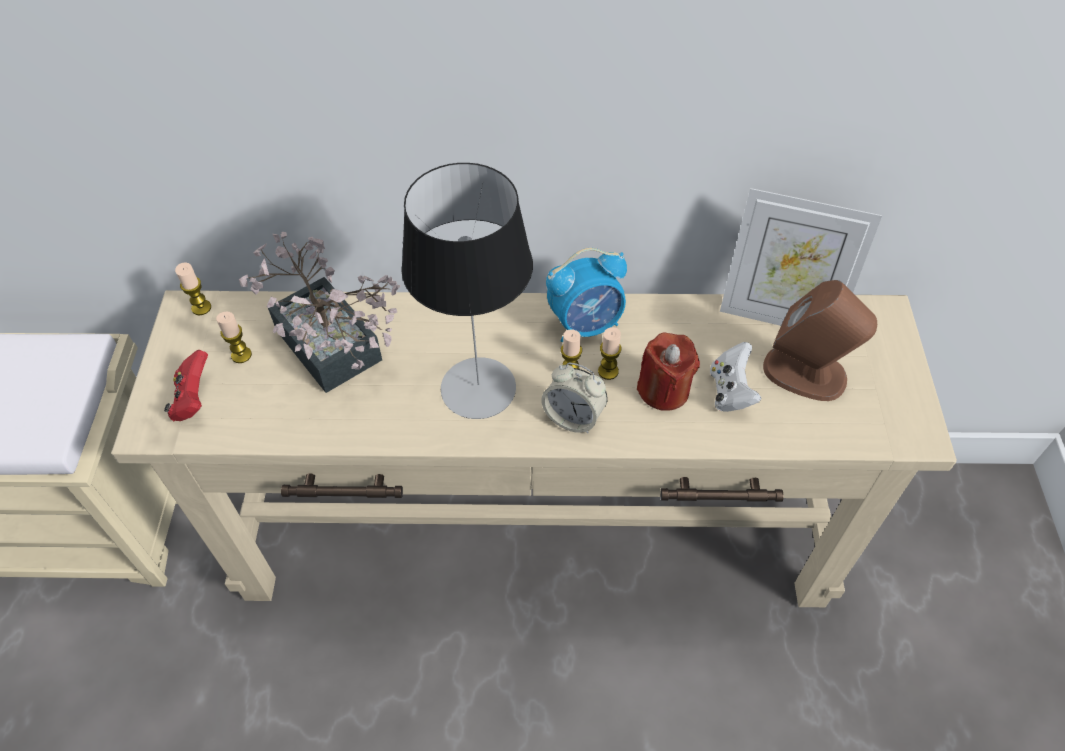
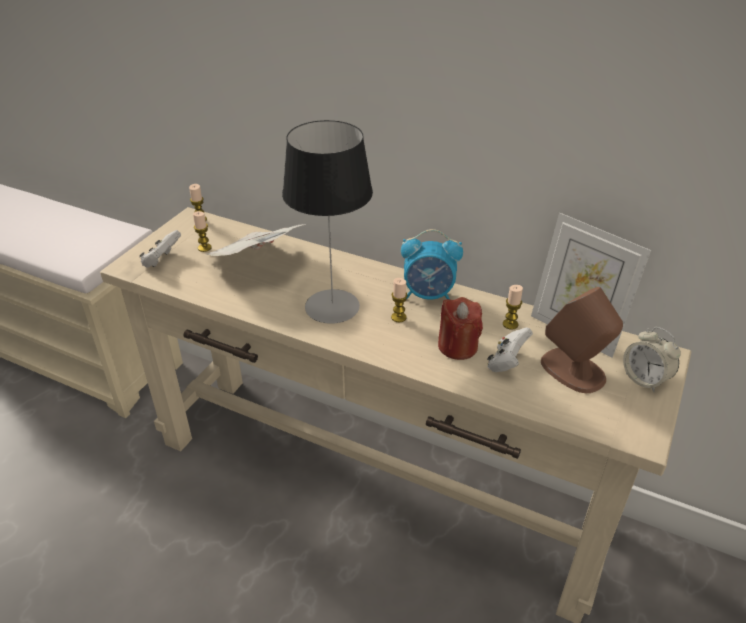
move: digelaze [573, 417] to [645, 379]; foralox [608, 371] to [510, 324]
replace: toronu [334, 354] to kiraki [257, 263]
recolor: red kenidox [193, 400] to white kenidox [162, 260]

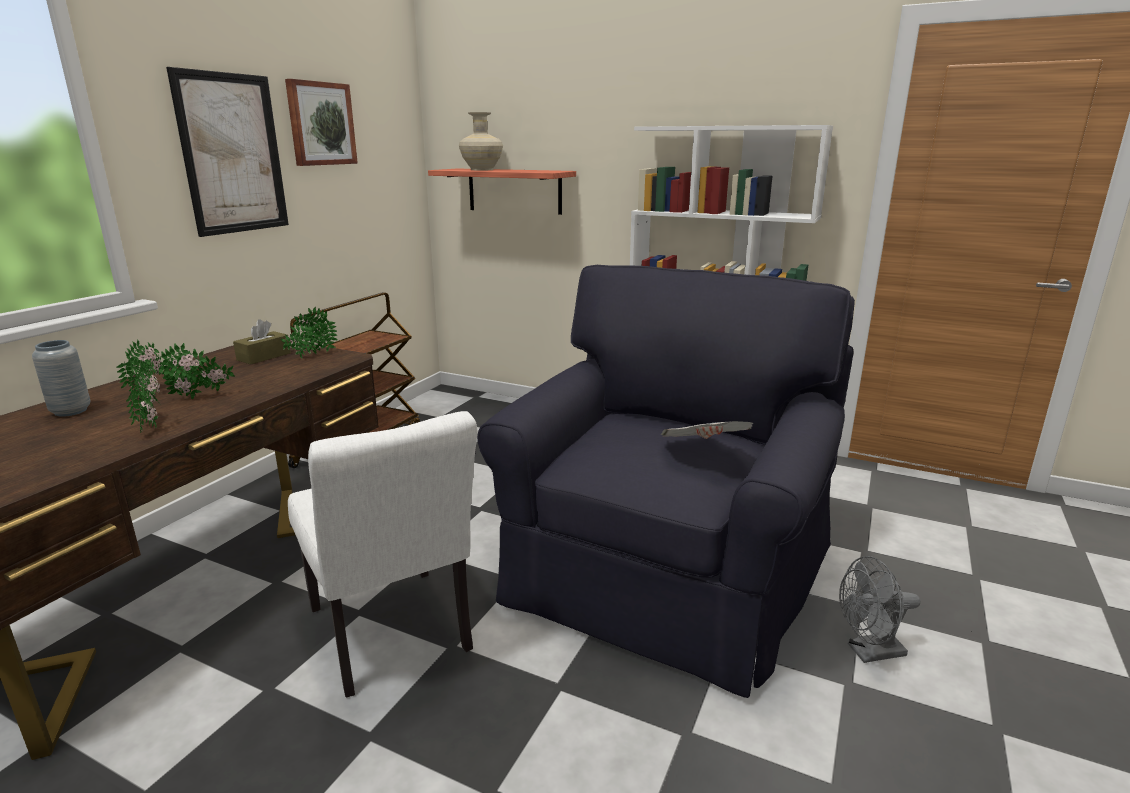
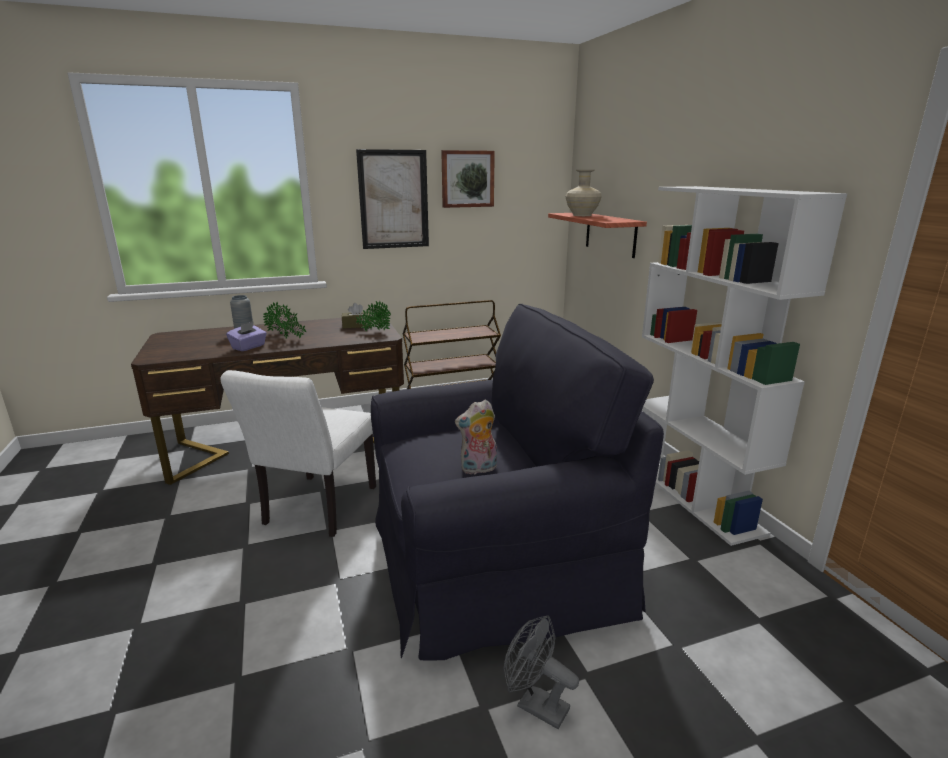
replace: toronu [151, 426] to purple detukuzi [249, 347]; kiraki [703, 453] to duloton [478, 469]

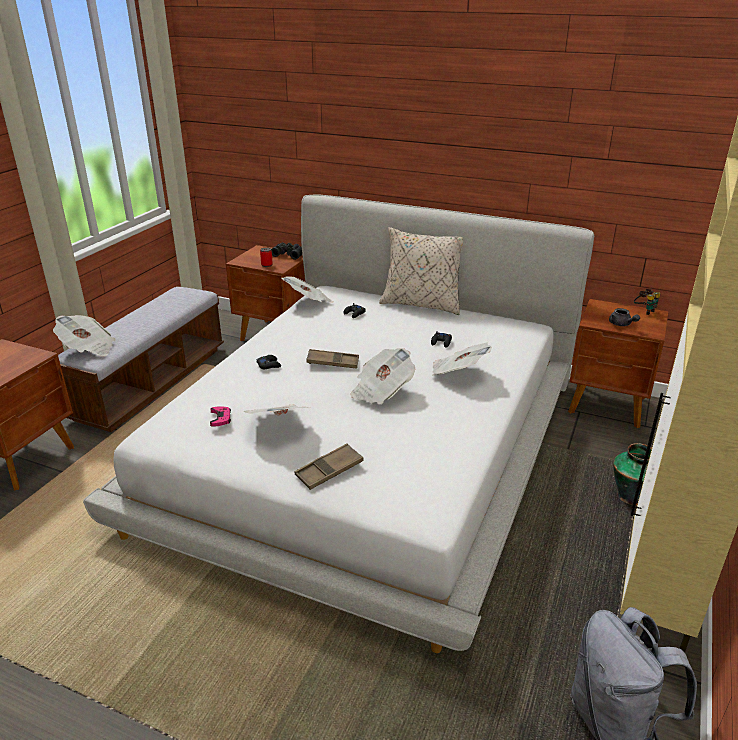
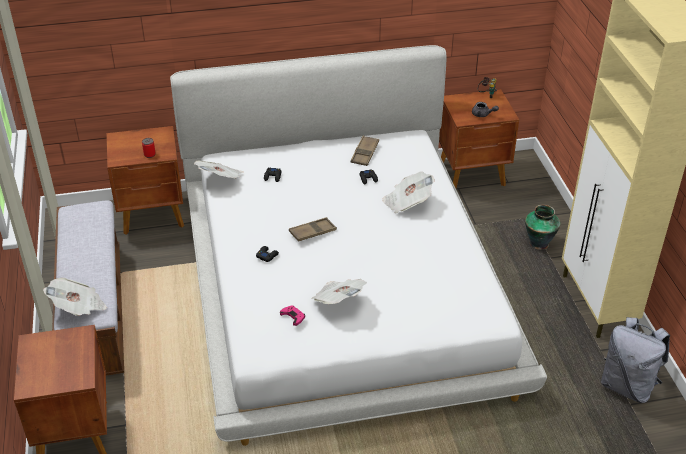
delete: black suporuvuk [289, 254]; kiraki [381, 391]; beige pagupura [422, 304]
move: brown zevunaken [329, 470] to [365, 153]

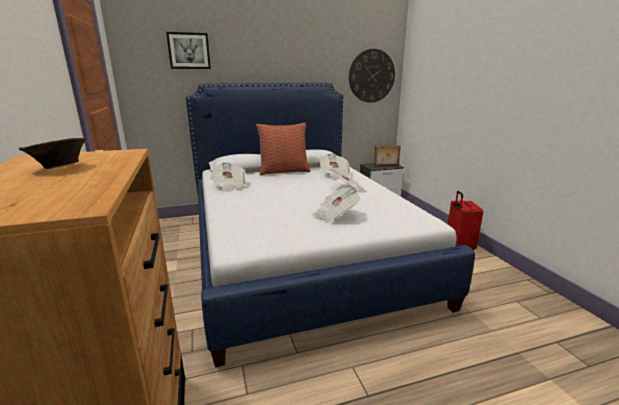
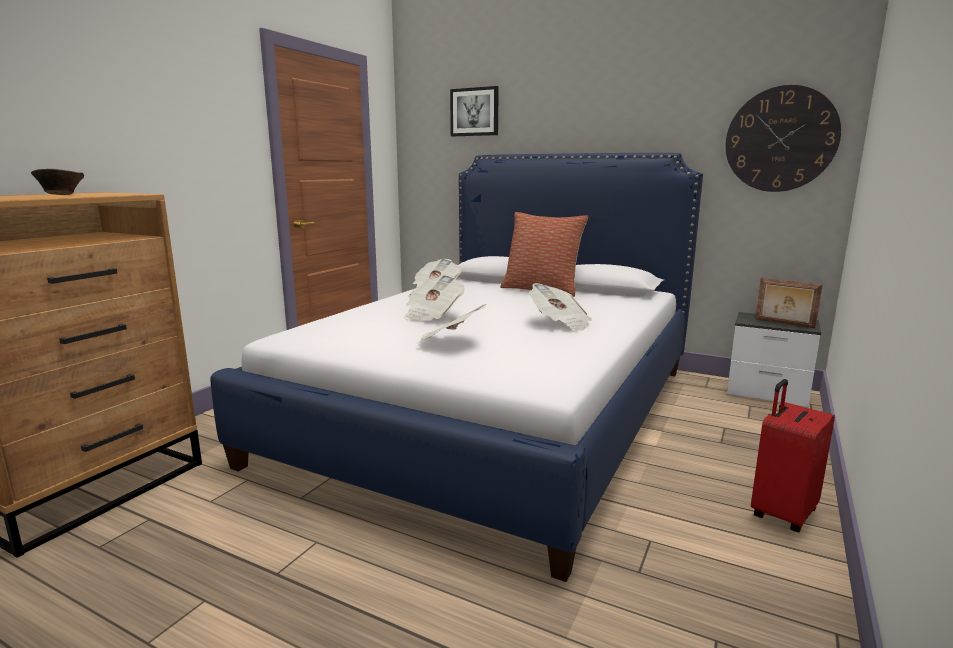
move: kiraki [334, 175] to [432, 314]

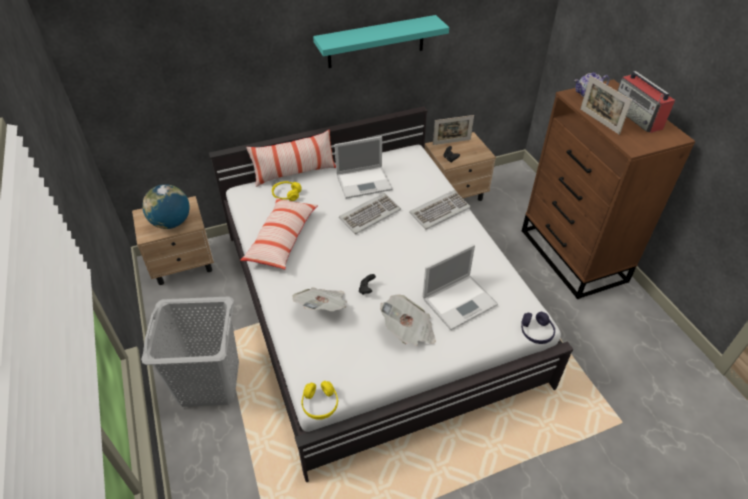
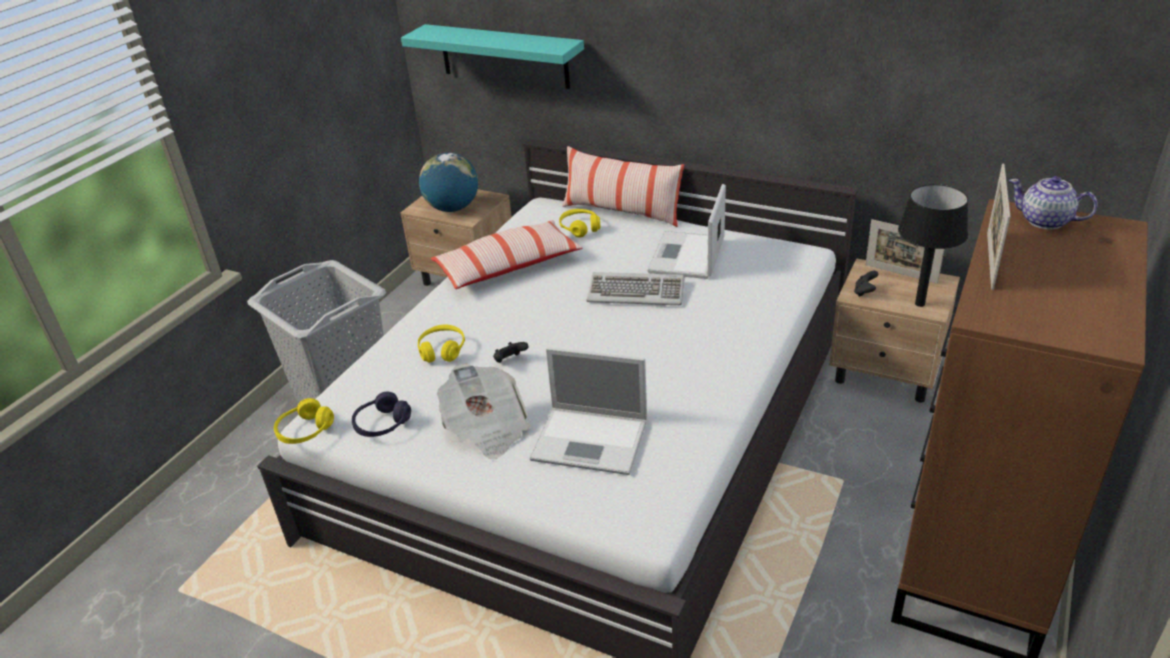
delete: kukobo [439, 211]; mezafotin [637, 117]
insert: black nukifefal [919, 304]
move: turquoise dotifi [376, 42] to [504, 56]; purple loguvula [536, 332] to [382, 424]
replace: kiraki [323, 308] to yellow loguvula [442, 350]
rotate: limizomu [365, 182] = [687, 257] 75 degrees clockwise

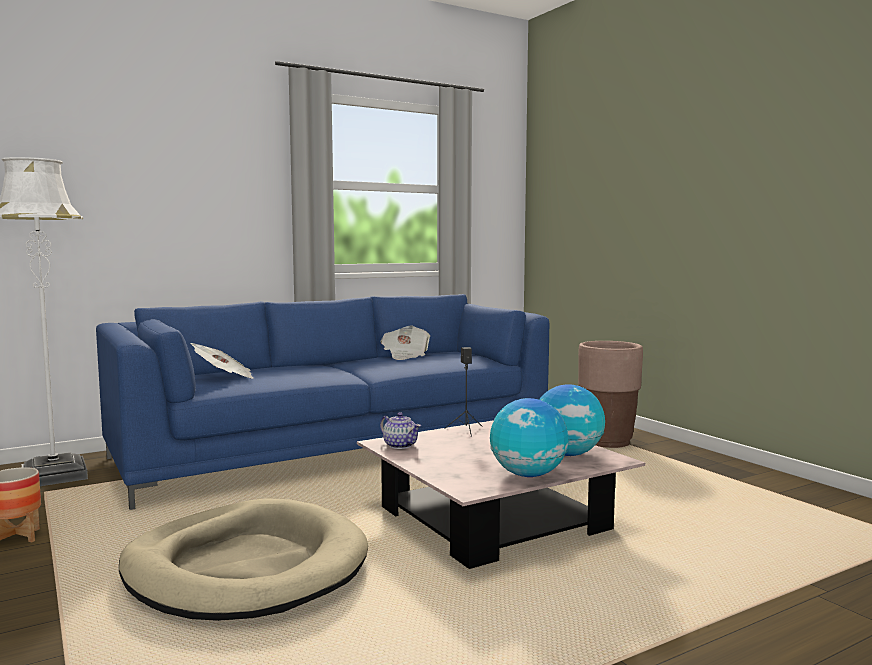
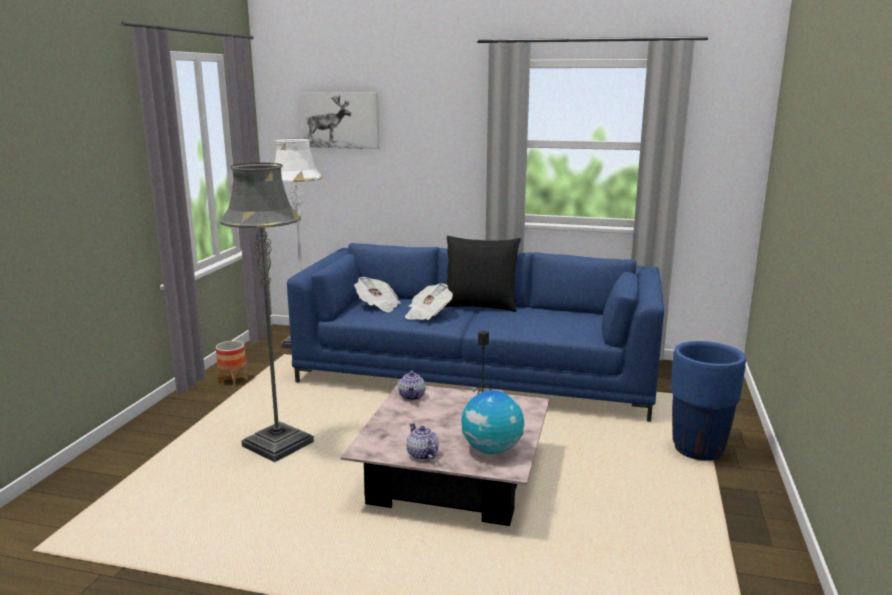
insert: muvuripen [341, 120]; black pagupura [480, 306]
move: kiraki [405, 356] to [427, 314]
replace: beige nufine [246, 568] to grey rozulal [278, 445]; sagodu [528, 475] to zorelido [422, 455]
recolor: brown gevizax [607, 442] to blue gevizax [697, 450]

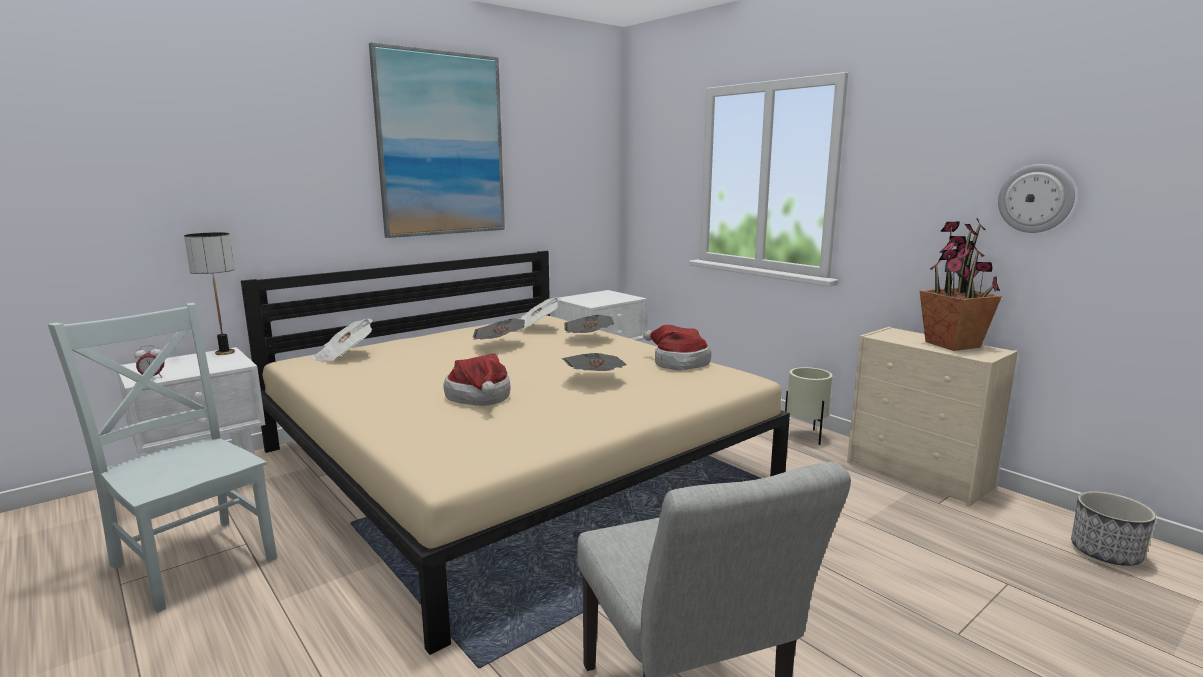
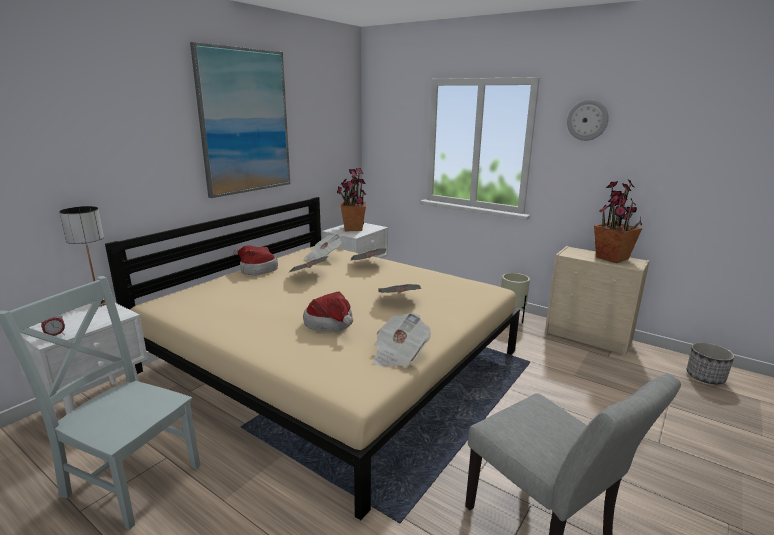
insert: toronu [353, 228]
move: kiraki [344, 356] to [398, 354]; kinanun [677, 363] to [256, 269]; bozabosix [1036, 198] to [587, 120]

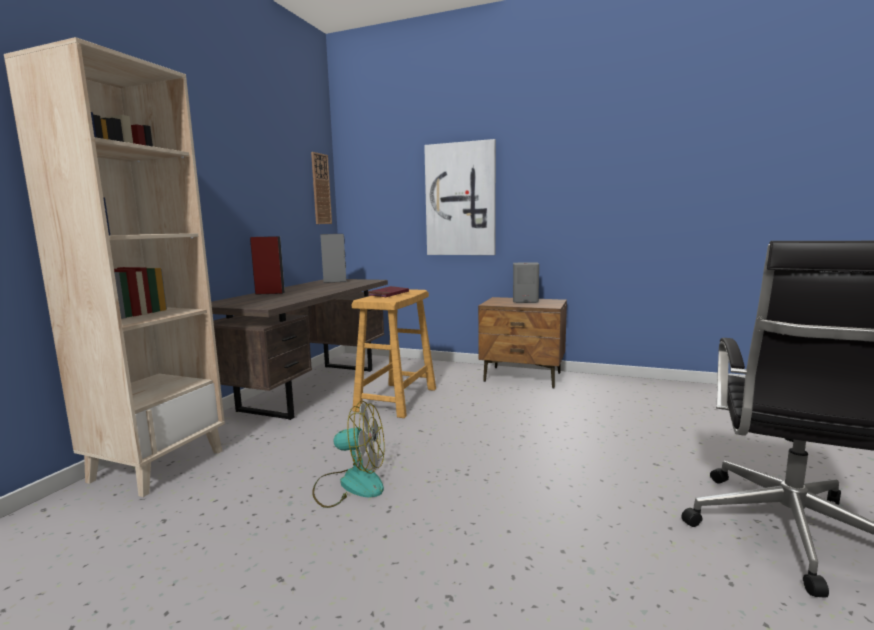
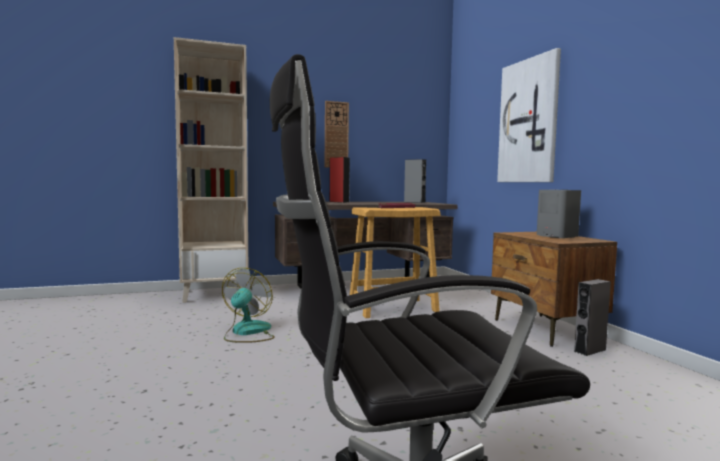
insert: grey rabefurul [590, 350]
move: bozabosix [321, 189] to [336, 135]
rotate: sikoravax [350, 484] = [247, 332] 135 degrees counterclockwise

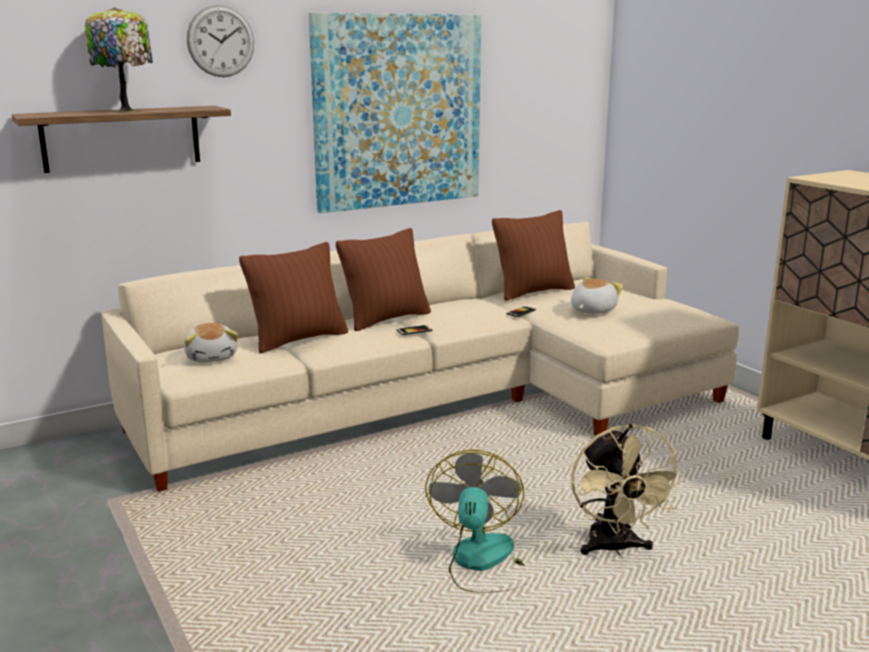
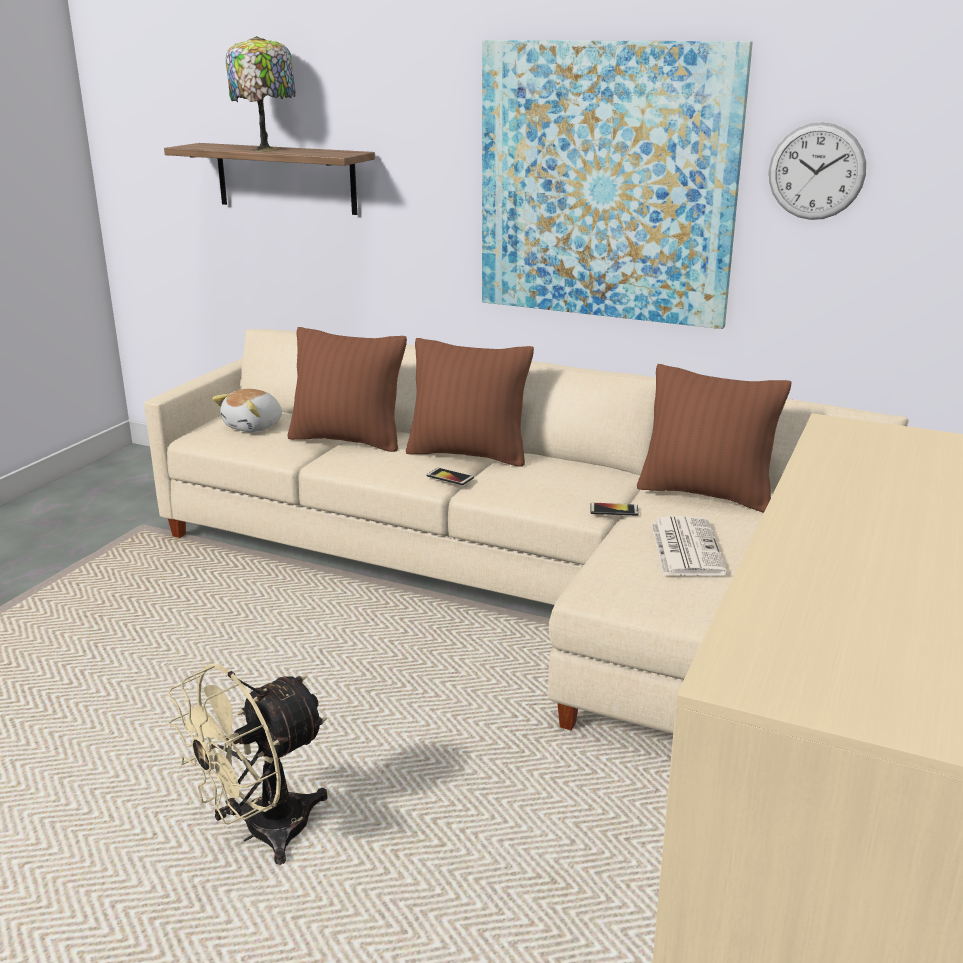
delete: sikoravax [483, 563]
move: bozabosix [220, 41] to [816, 171]
replace: duloton [591, 310] to kiraki [685, 547]

